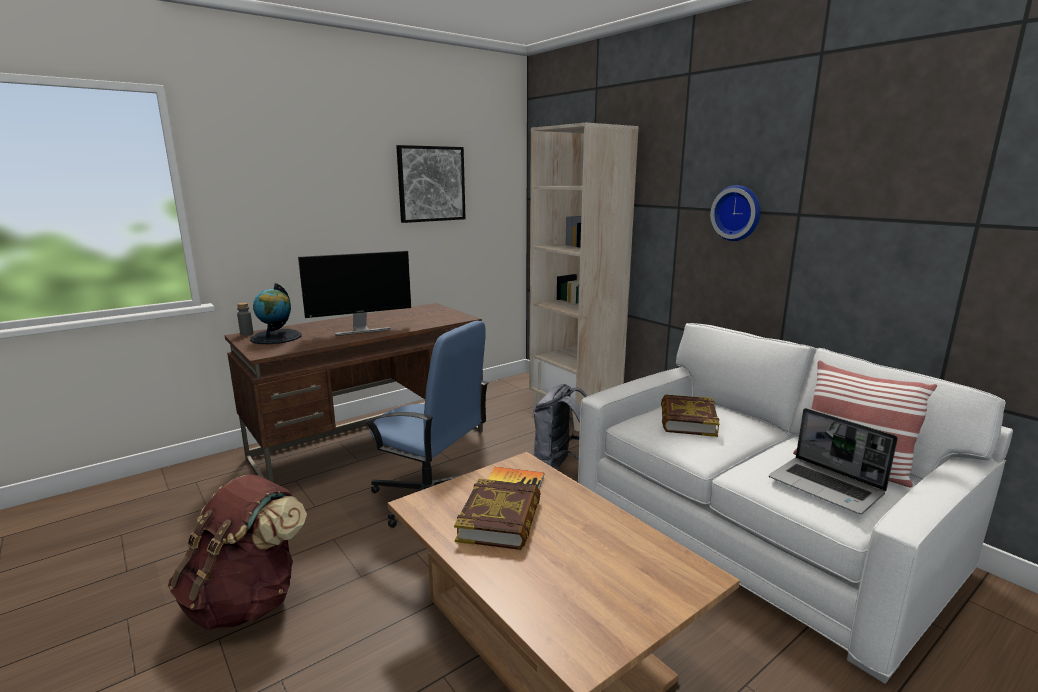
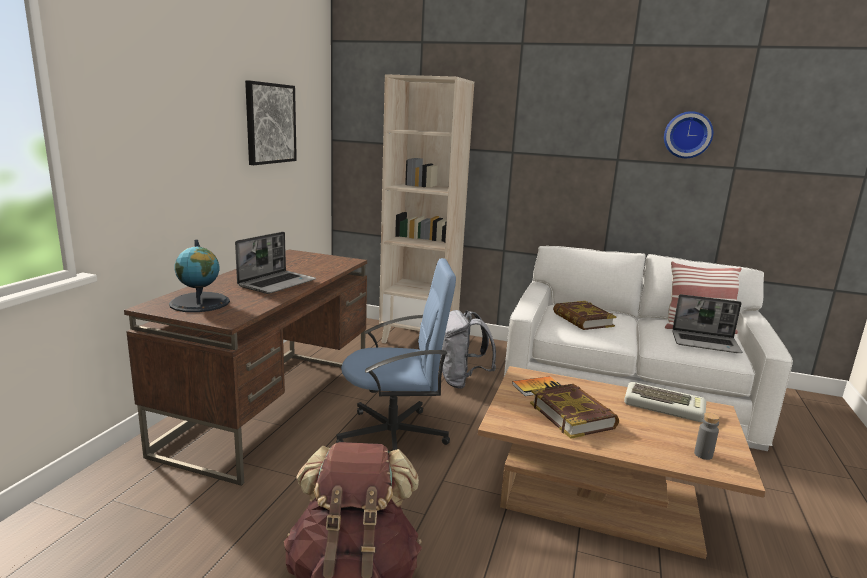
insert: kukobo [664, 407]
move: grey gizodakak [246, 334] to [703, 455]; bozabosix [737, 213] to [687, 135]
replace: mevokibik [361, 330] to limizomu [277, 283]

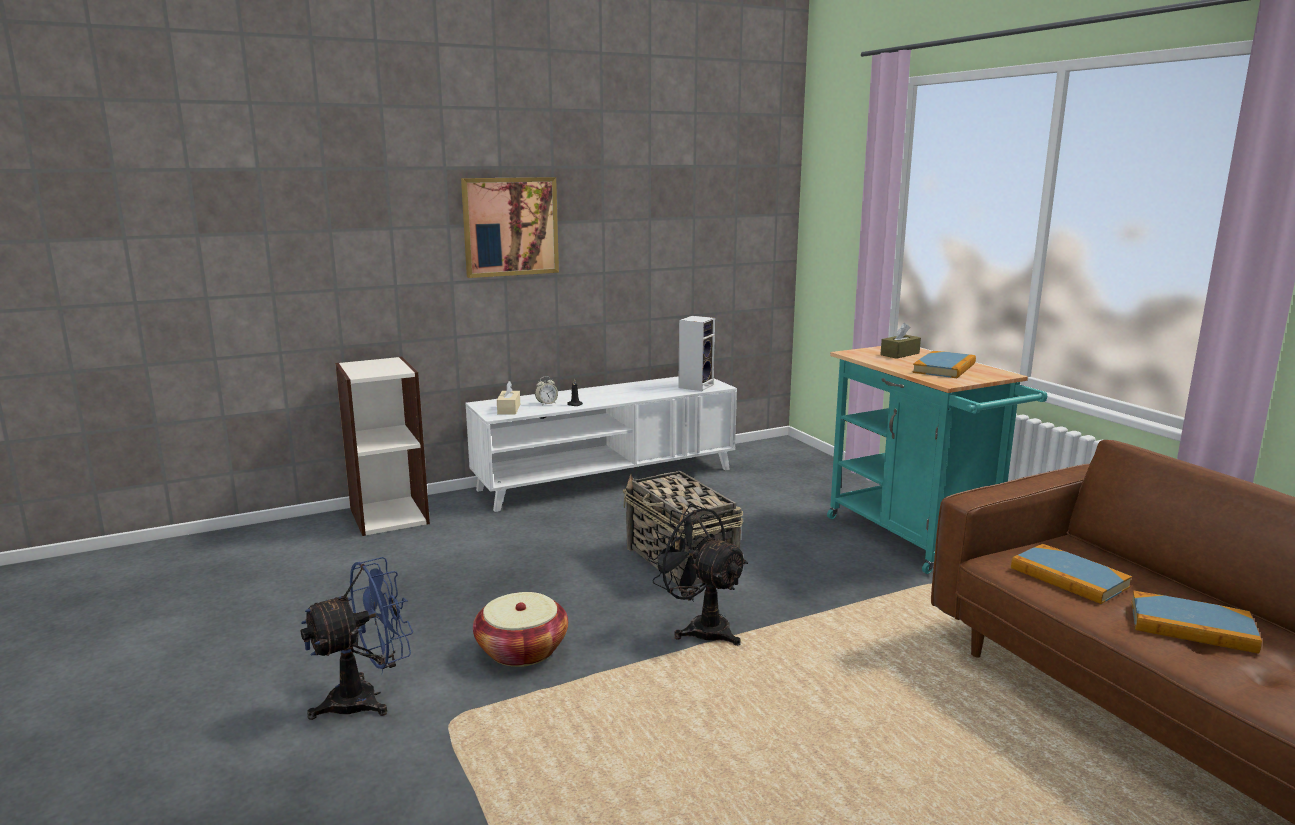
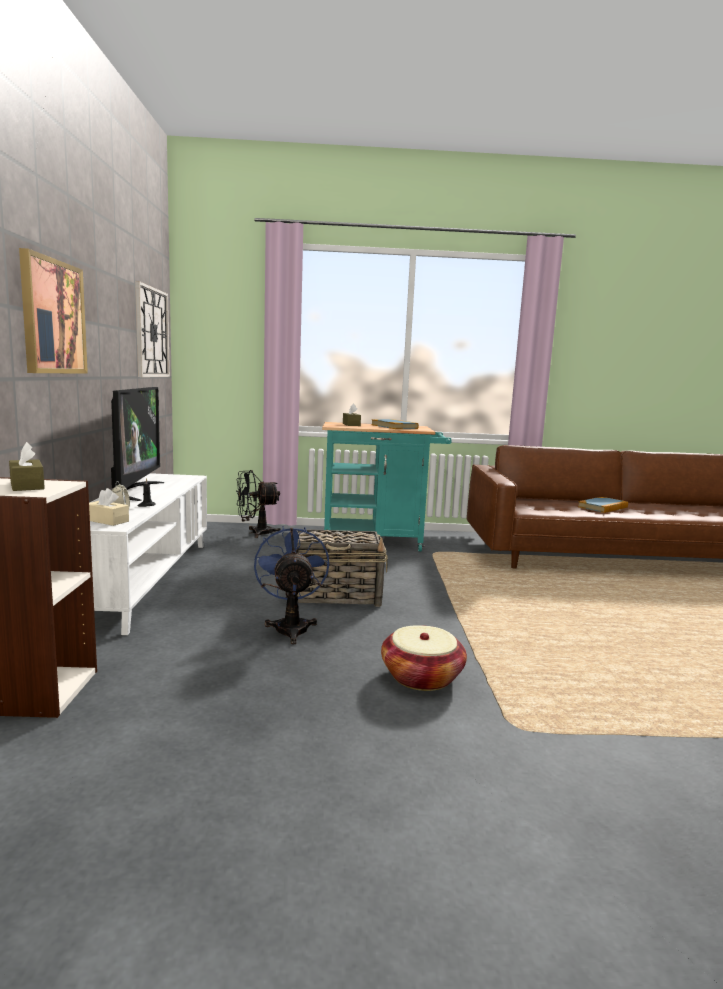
delete: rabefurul [696, 386]; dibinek [1069, 577]
insert: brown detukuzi [27, 485]; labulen [134, 491]; bozabosix [151, 333]
move: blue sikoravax [366, 698] to [291, 626]; black sikoravax [700, 628] to [255, 533]

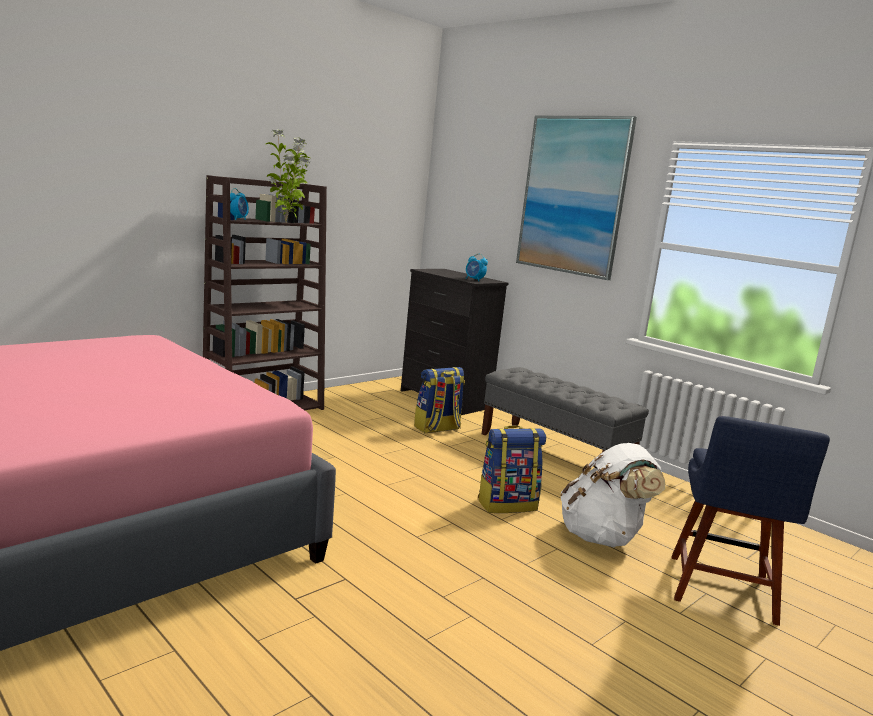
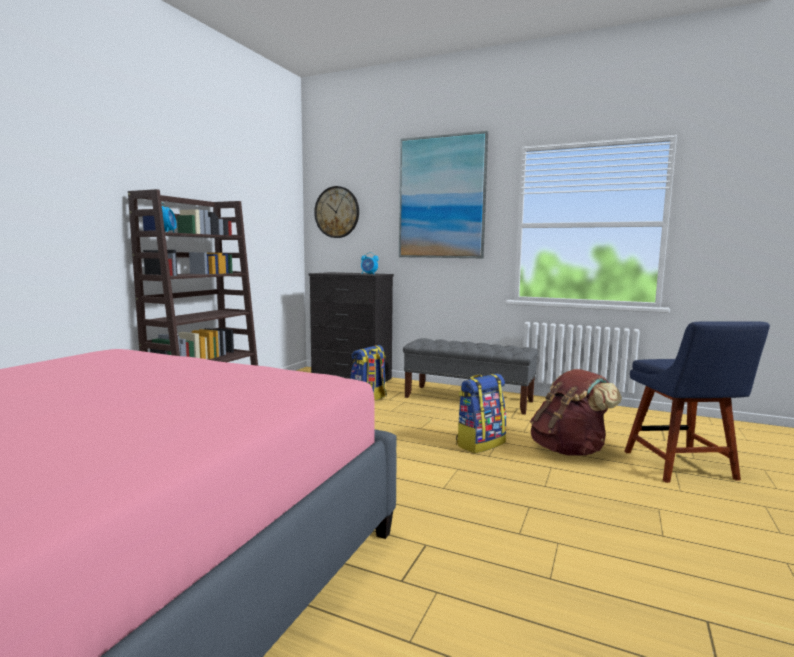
delete: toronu [287, 222]
insert: bozabosix [337, 212]
recolor: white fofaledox [603, 537] to brown fofaledox [569, 450]

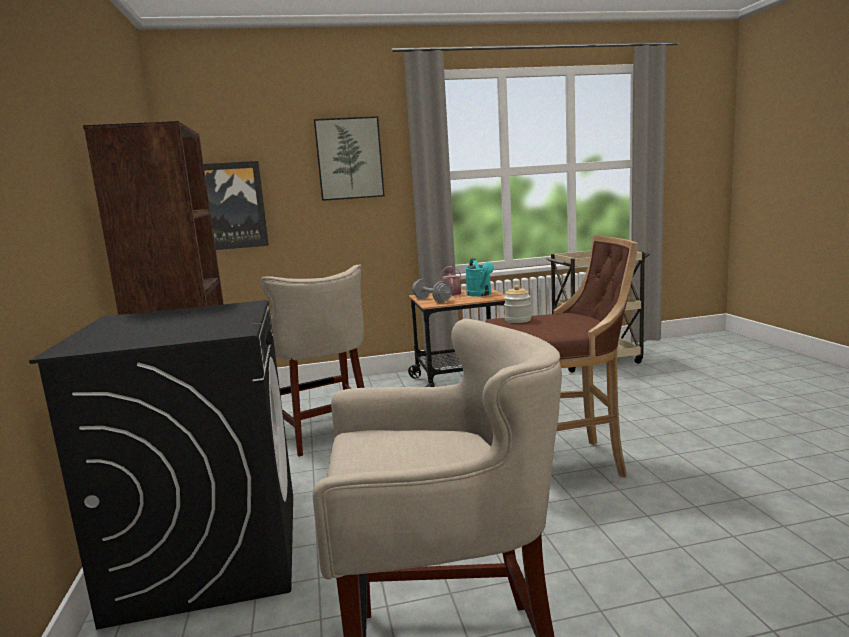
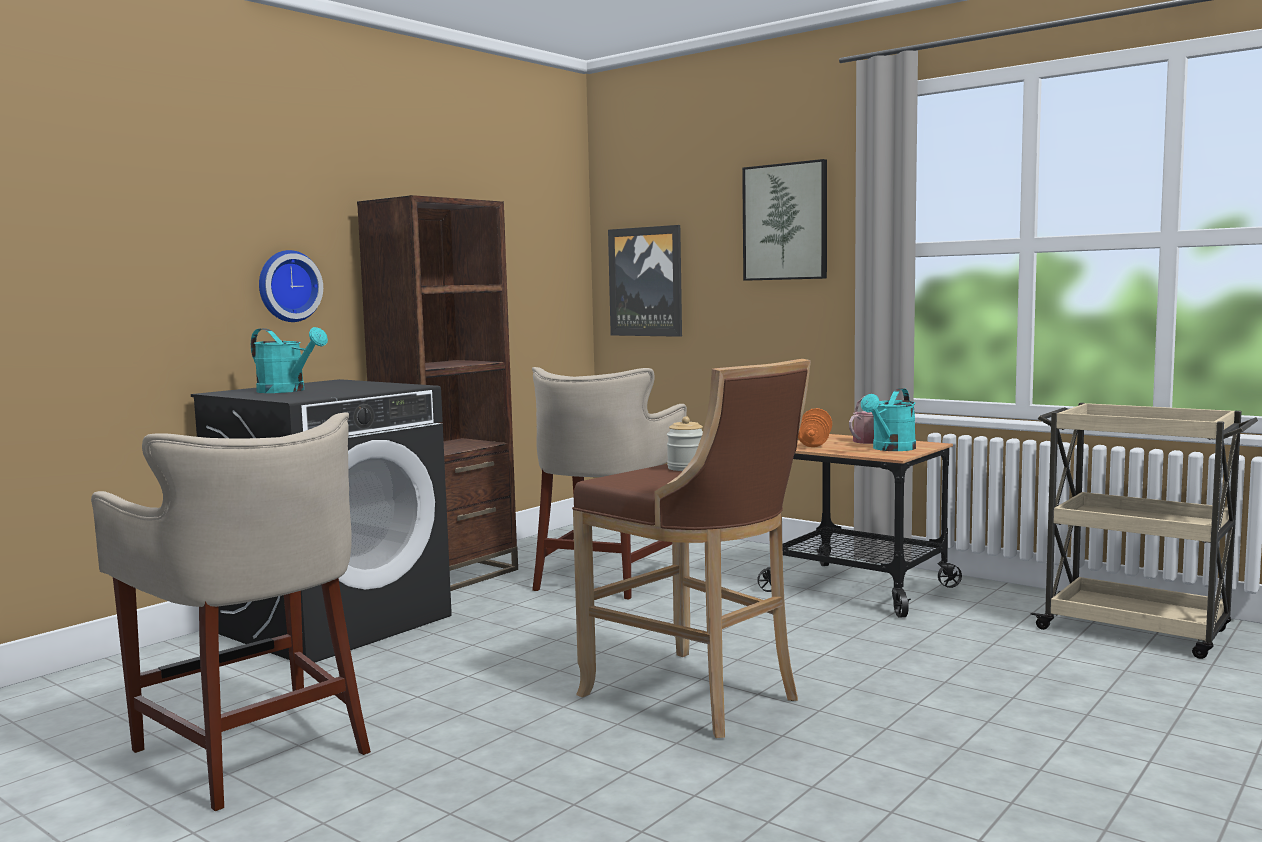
insert: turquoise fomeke [287, 391]; bozabosix [287, 286]
recolor: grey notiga [432, 300] to orange notiga [814, 443]

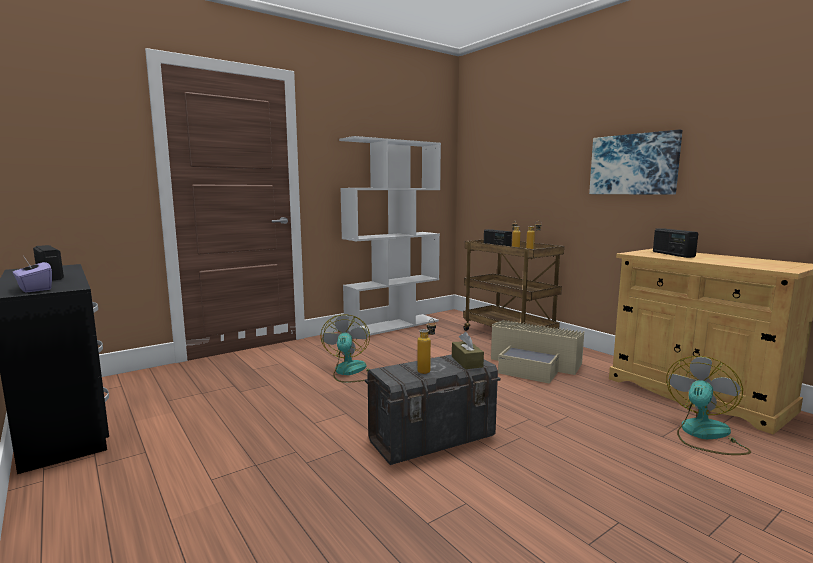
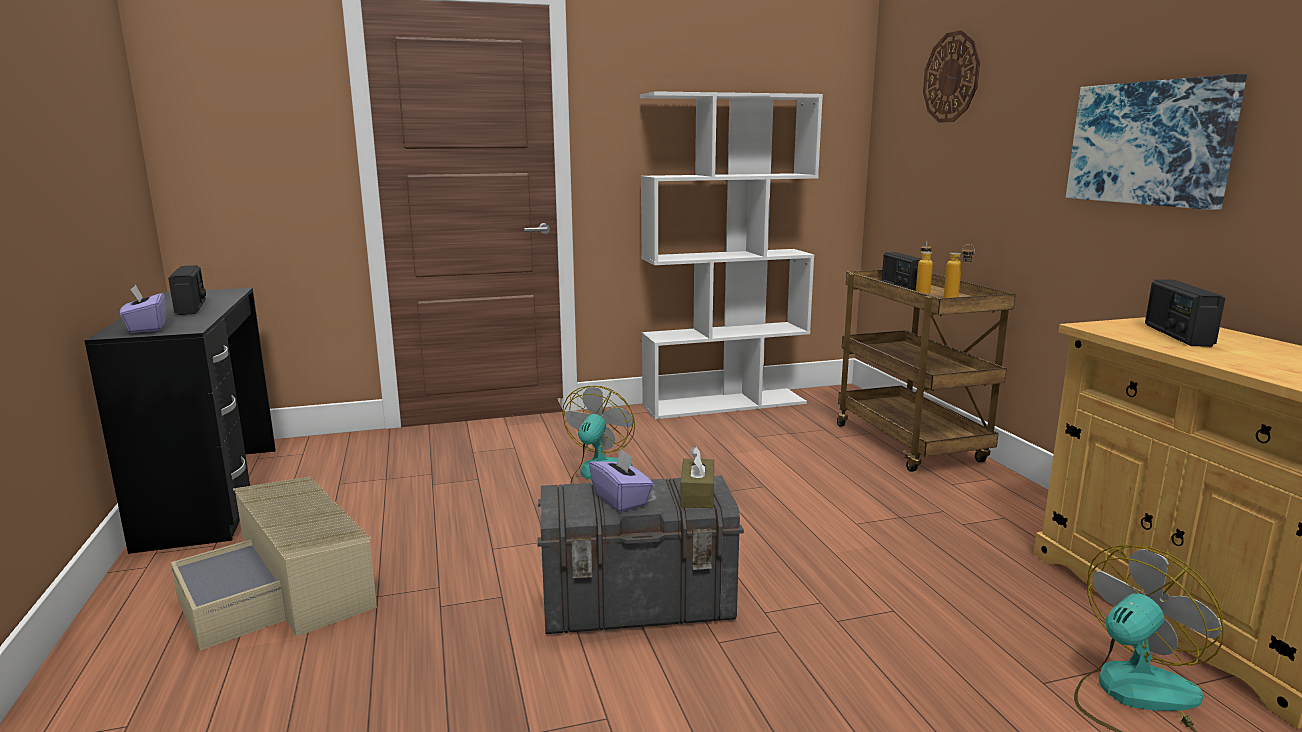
insert: bozabosix [951, 77]
move: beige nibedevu [534, 365] to [284, 591]
replace: gizodakak [427, 370] to purple detukuzi [621, 500]

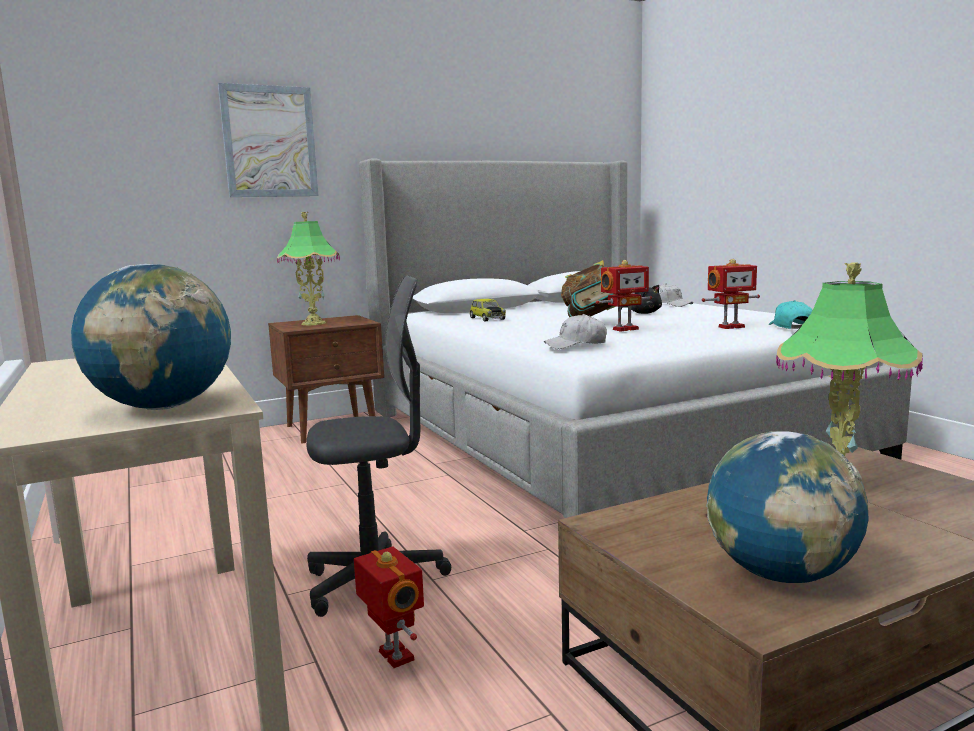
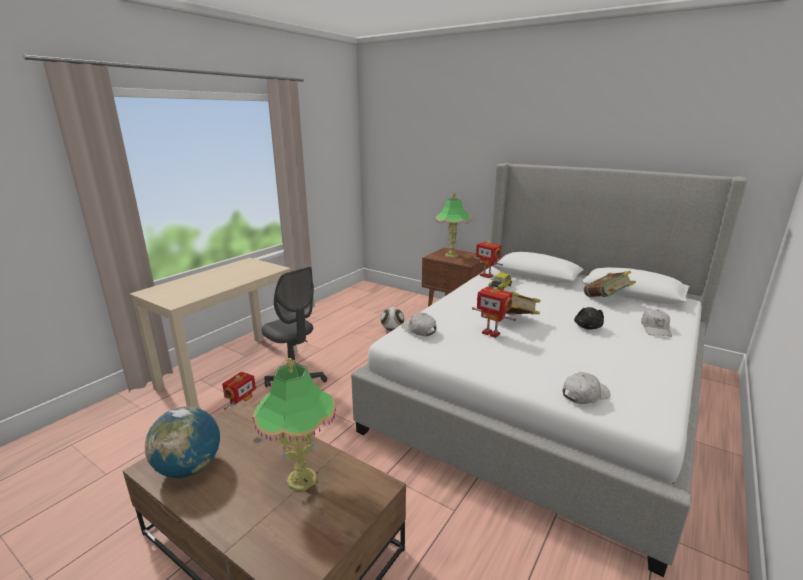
delete: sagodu [163, 407]; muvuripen [269, 142]
insert: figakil [392, 329]
move: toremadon [730, 327] to [486, 275]
recolor: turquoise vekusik [790, 327] to white vekusik [584, 395]

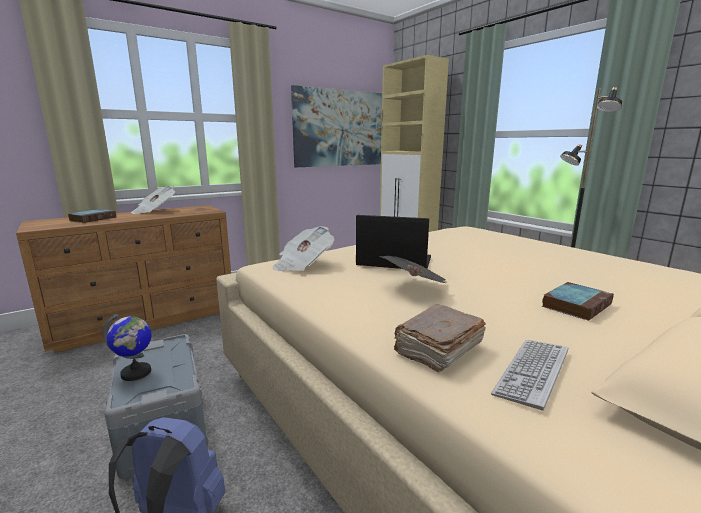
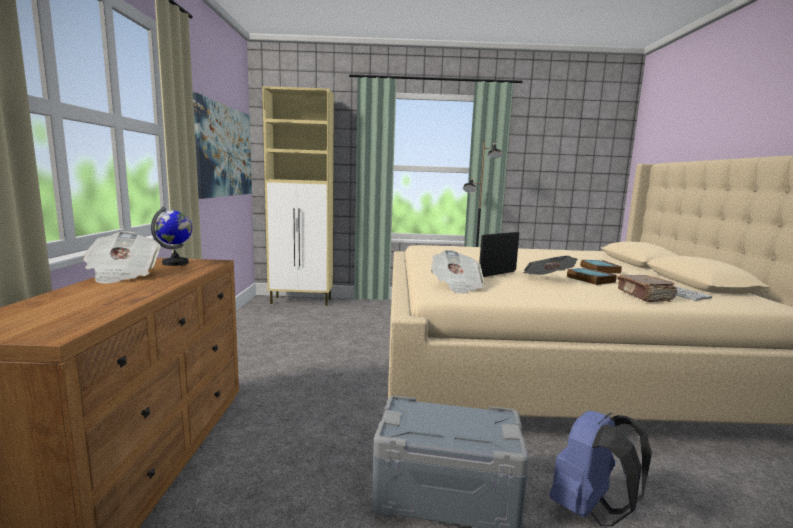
move: dibinek [93, 218] to [589, 279]; sagodu [136, 373] to [175, 263]

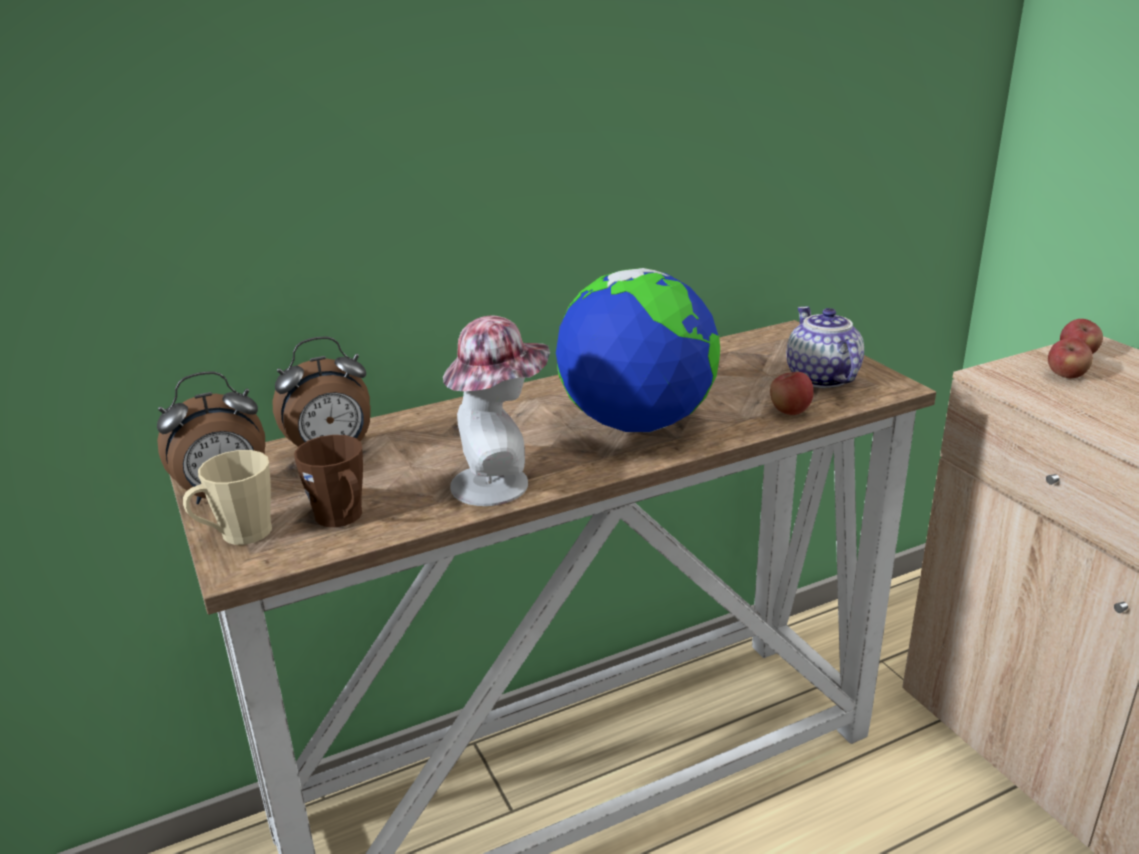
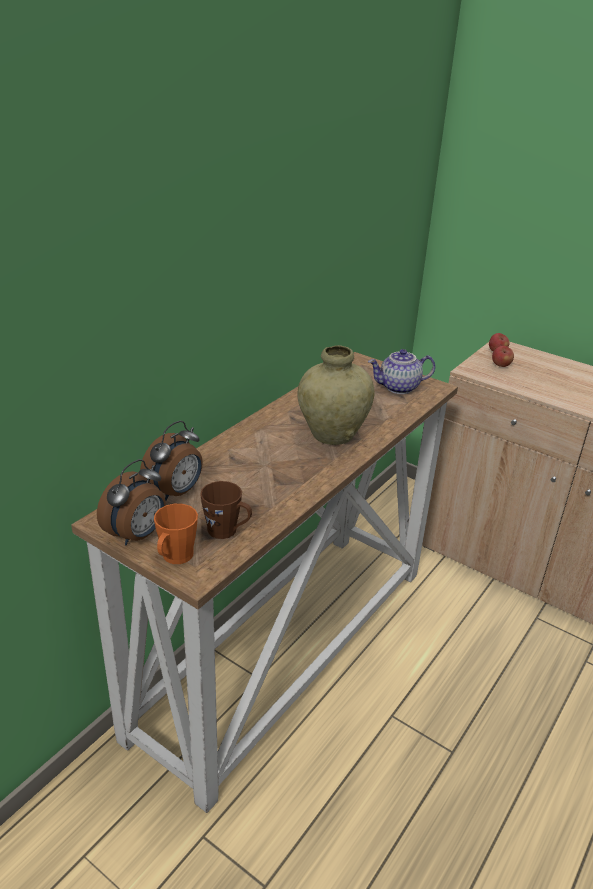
delete: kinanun [500, 483]; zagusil [790, 411]
replace: sagodu [637, 424] to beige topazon [332, 435]
recolor: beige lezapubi [237, 535] to orange lezapubi [175, 558]
rotate: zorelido [820, 378] = [399, 388] 60 degrees counterclockwise

